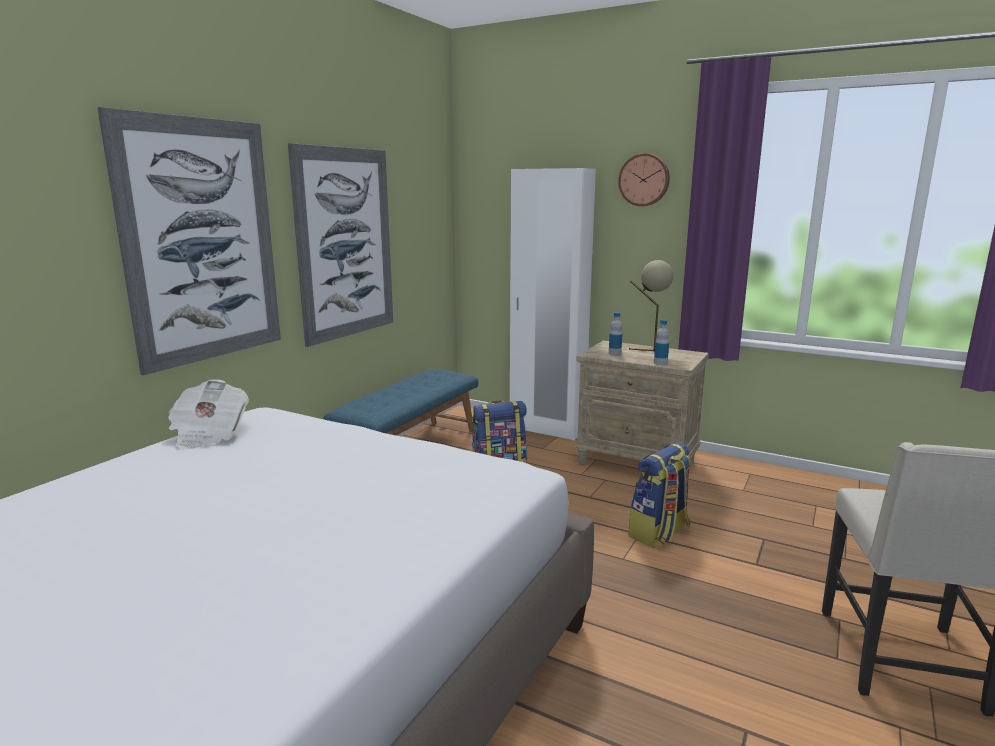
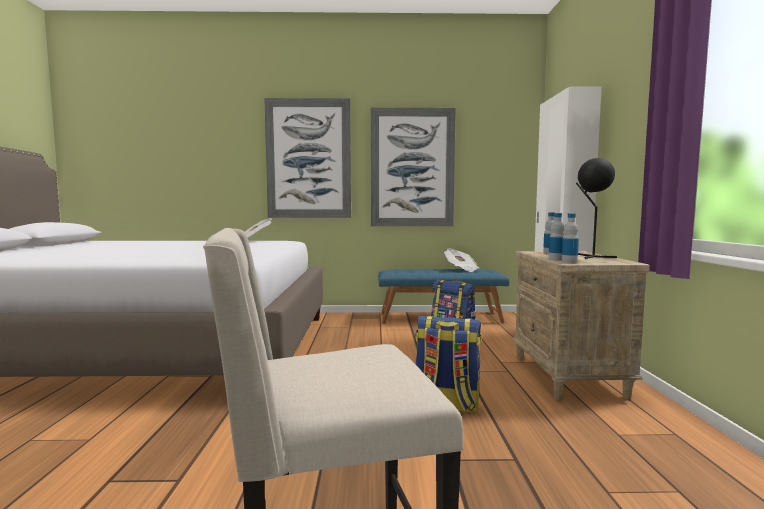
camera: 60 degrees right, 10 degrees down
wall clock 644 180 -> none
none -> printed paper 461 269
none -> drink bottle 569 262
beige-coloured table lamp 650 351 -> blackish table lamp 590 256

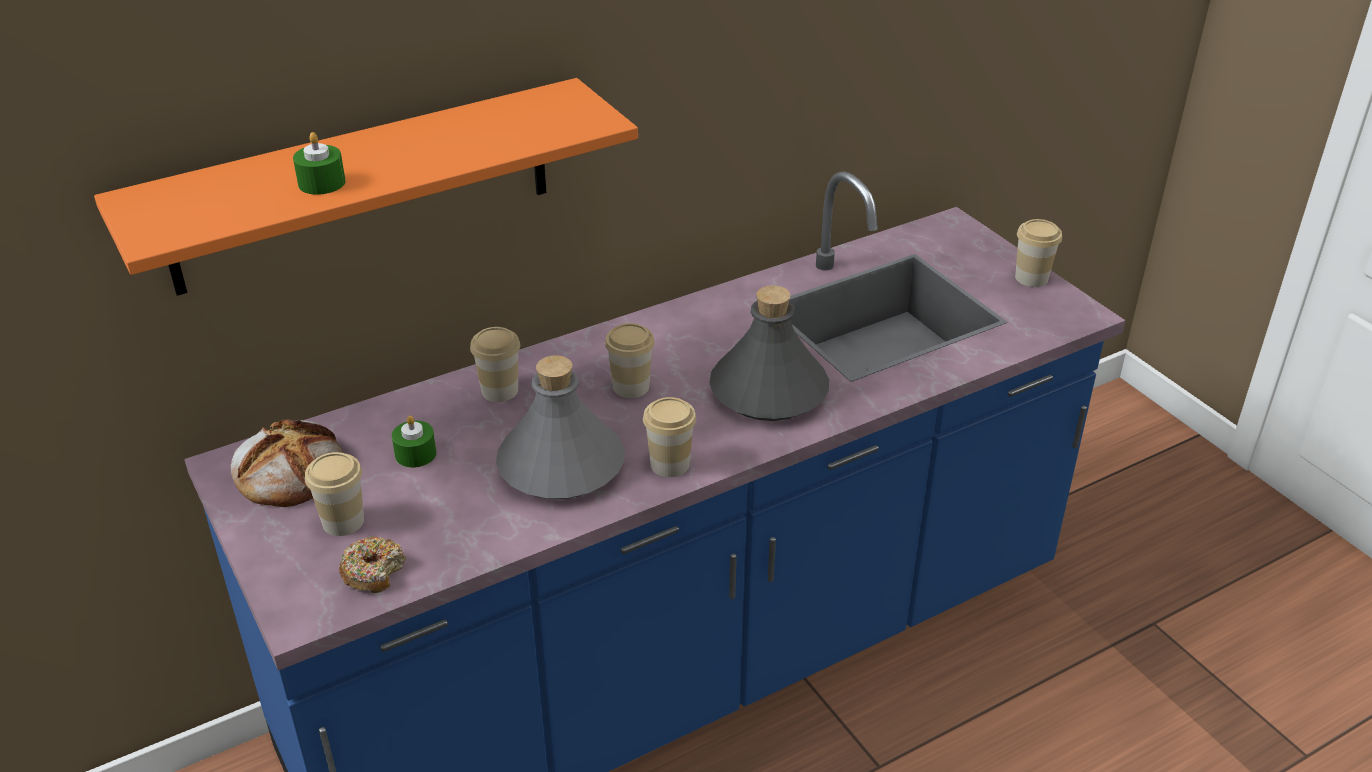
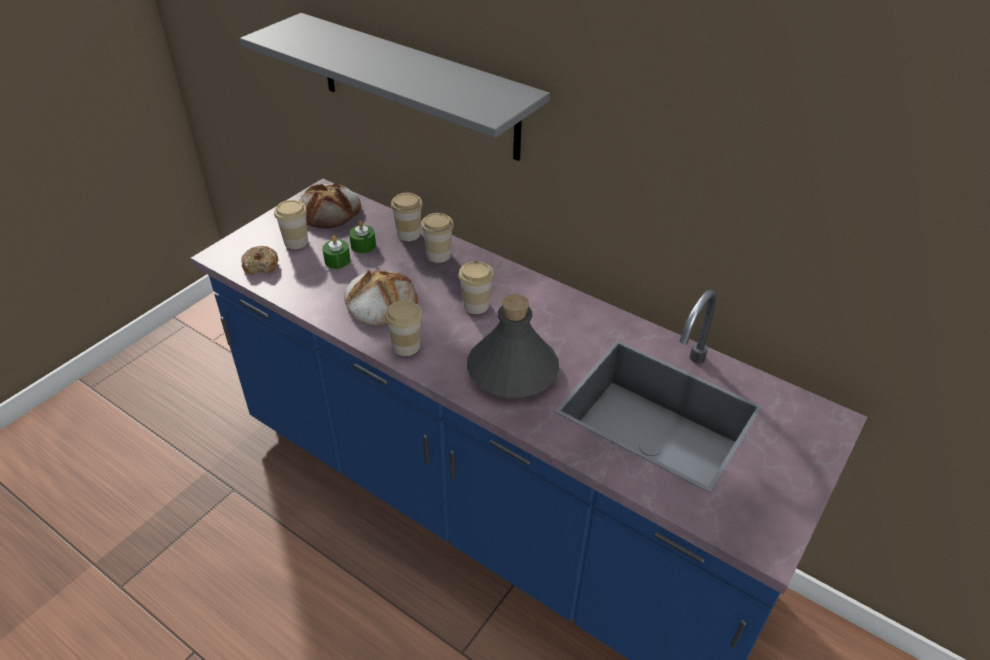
camera: 65 degrees right, 5 degrees up
greenish wax candle 322 183 -> greenish wax candle 337 260, move
cup 1031 278 -> cup 408 234, move
gray drink bottle 561 466 -> baked bread 380 302
orange shelf 362 187 -> gray shelf 417 86

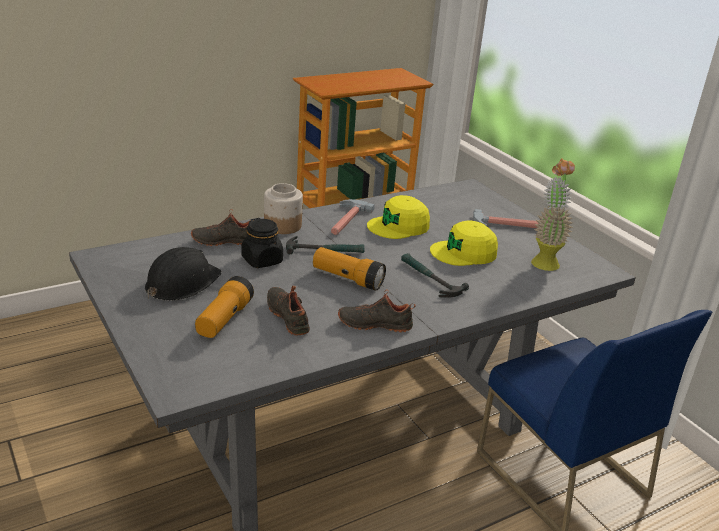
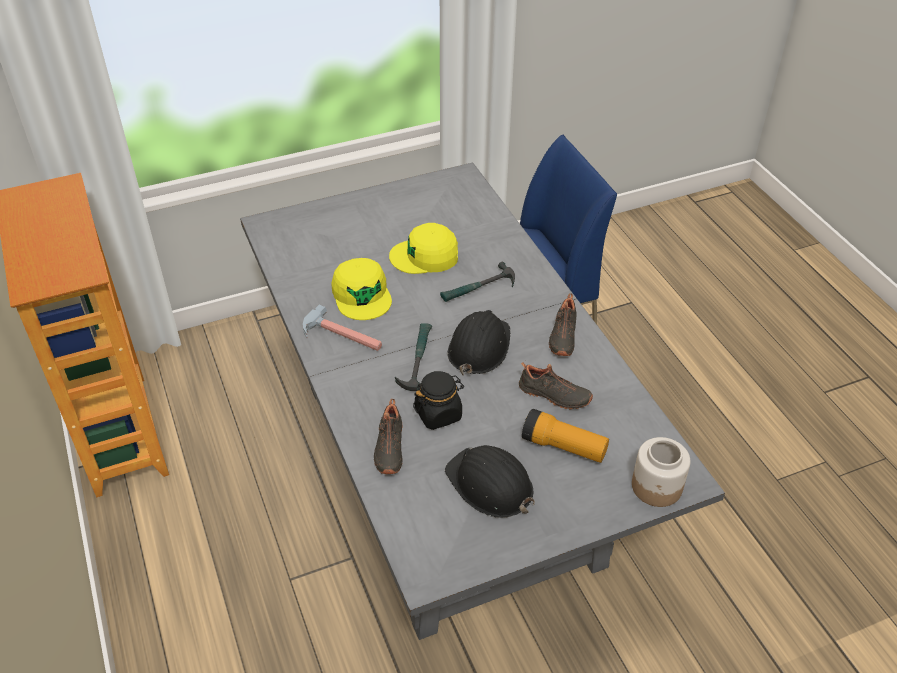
camera: 80 degrees left, 15 degrees up
tool hammer 508 226 -> none
houseplant 544 260 -> none
jar 282 226 -> jar 657 487, move
hand torch 347 279 -> blackish safety helmet 479 347
blackish low shoe 289 316 -> blackish low shoe 554 396, 135 degrees counterclockwise
yellowish cap 464 253 -> yellowish cap 425 256, 90 degrees clockwise

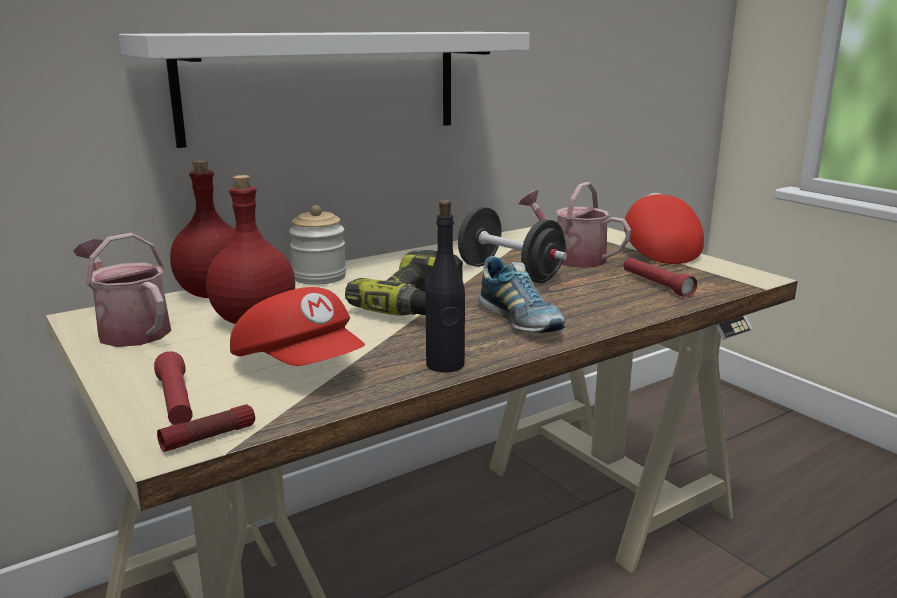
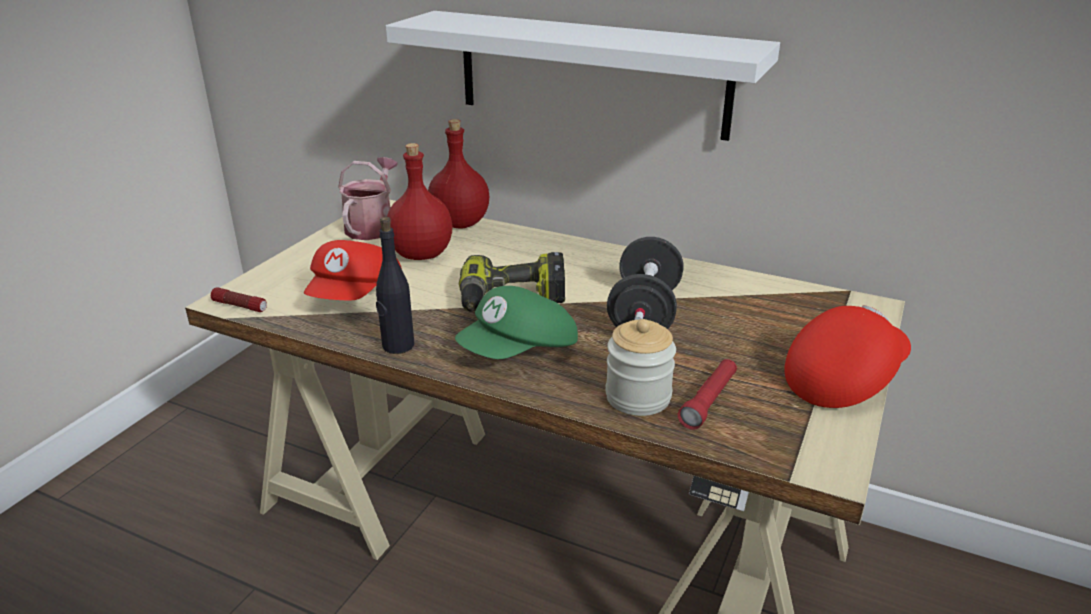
camera: 60 degrees right, 10 degrees up
red-coloured hand torch 176 402 -> none
sprinkling can 571 258 -> none
jar 319 277 -> jar 638 397, move
low shoe 520 321 -> greenish cap 520 351

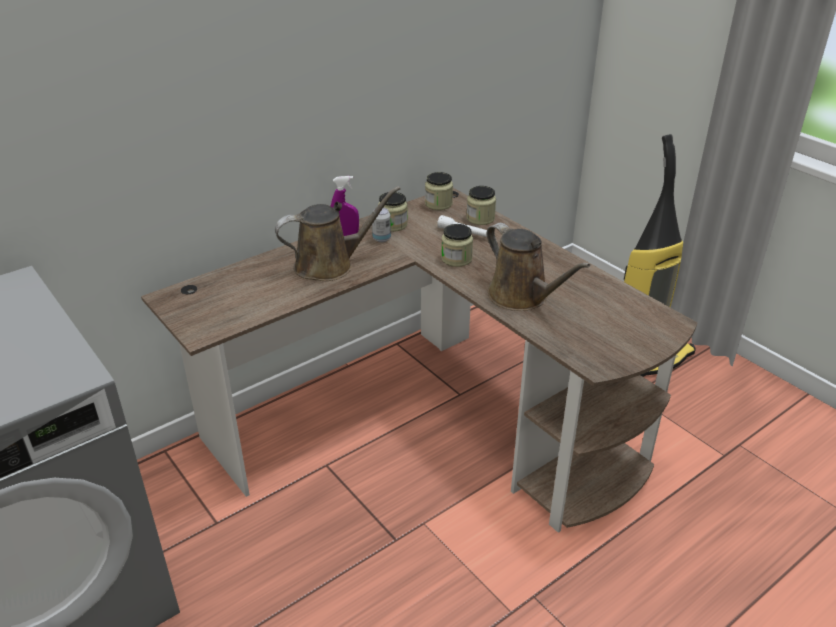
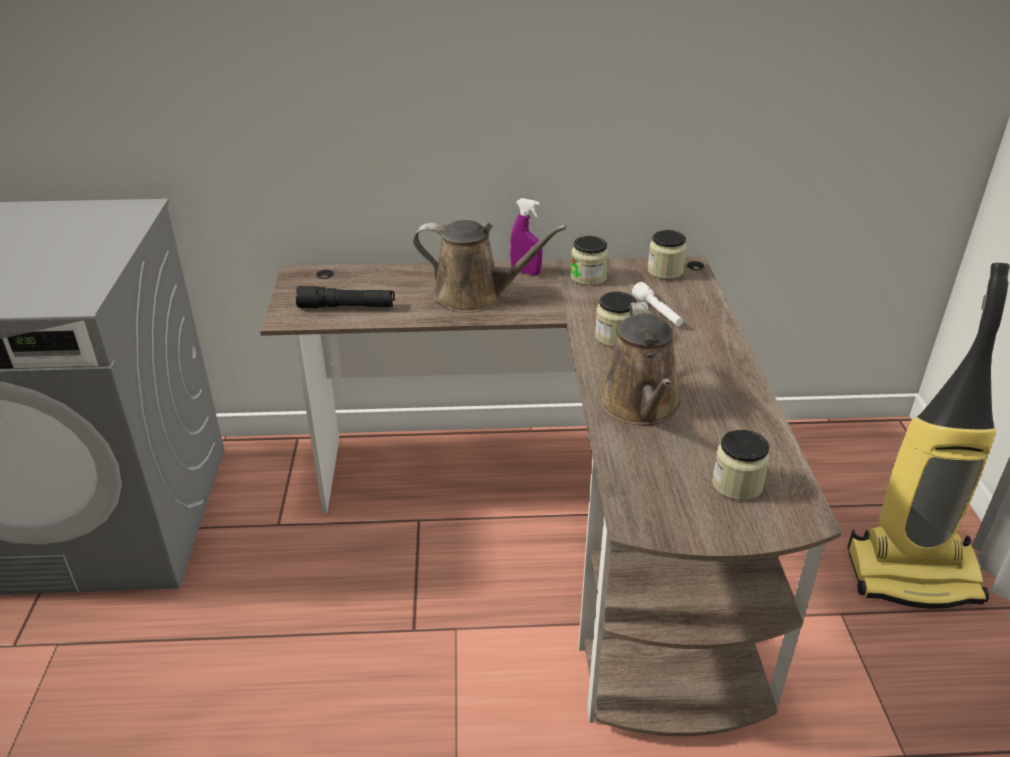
camera: 35 degrees right, 0 degrees up
sealed can 381 239 -> none
none -> blackish hand torch 346 307
jar 480 218 -> jar 737 484, move

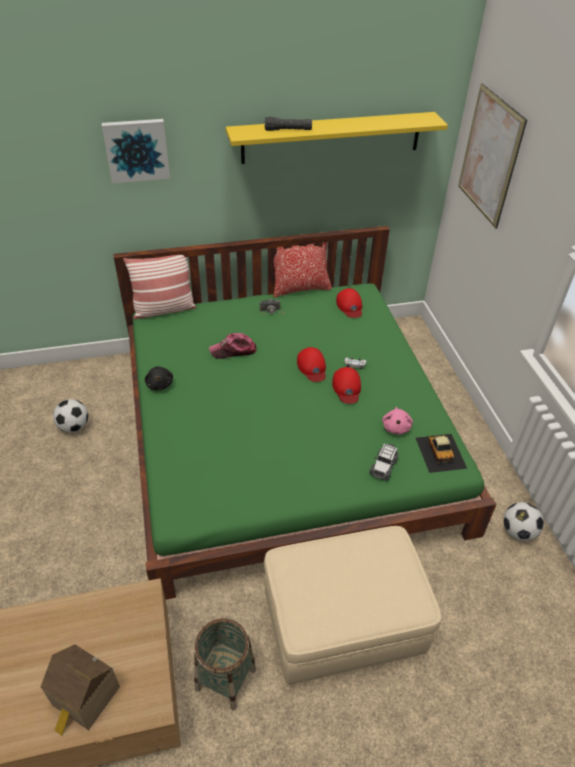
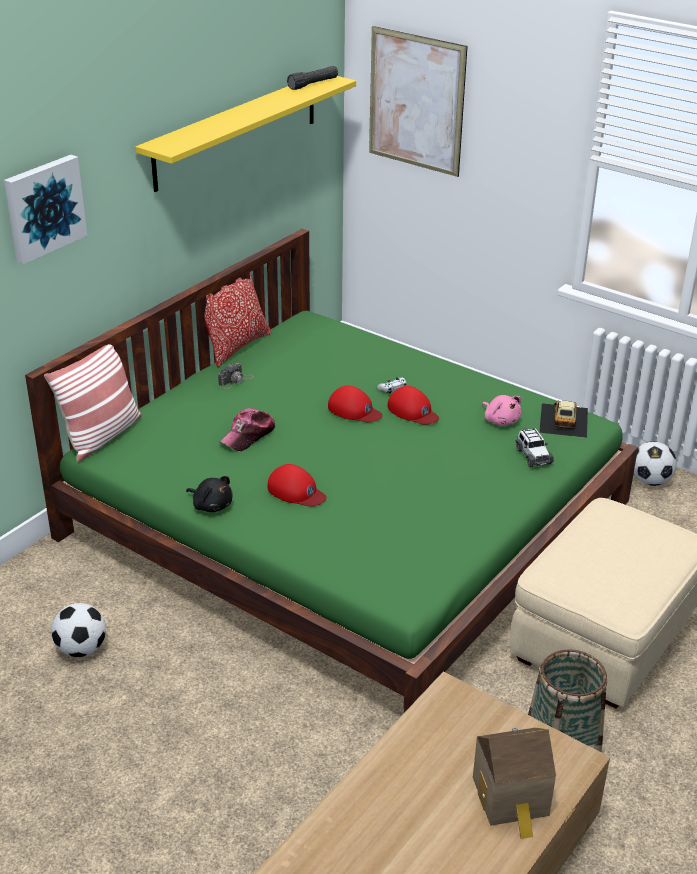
camera: 40 degrees left, 10 degrees down
blackish hand torch 288 130 -> blackish hand torch 313 84, move
red-coloured cap 350 306 -> red-coloured cap 296 491, move
miniature car 440 452 -> miniature car 563 420, 120 degrees counterclockwise

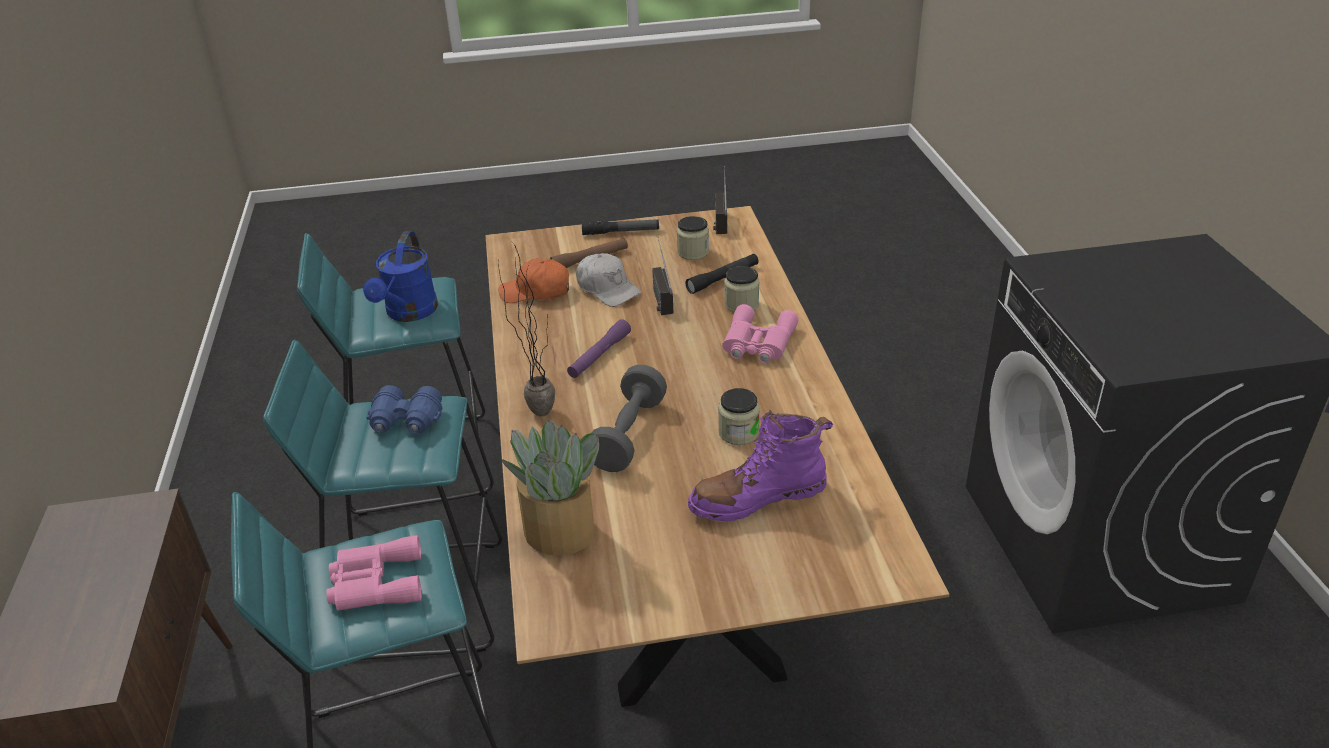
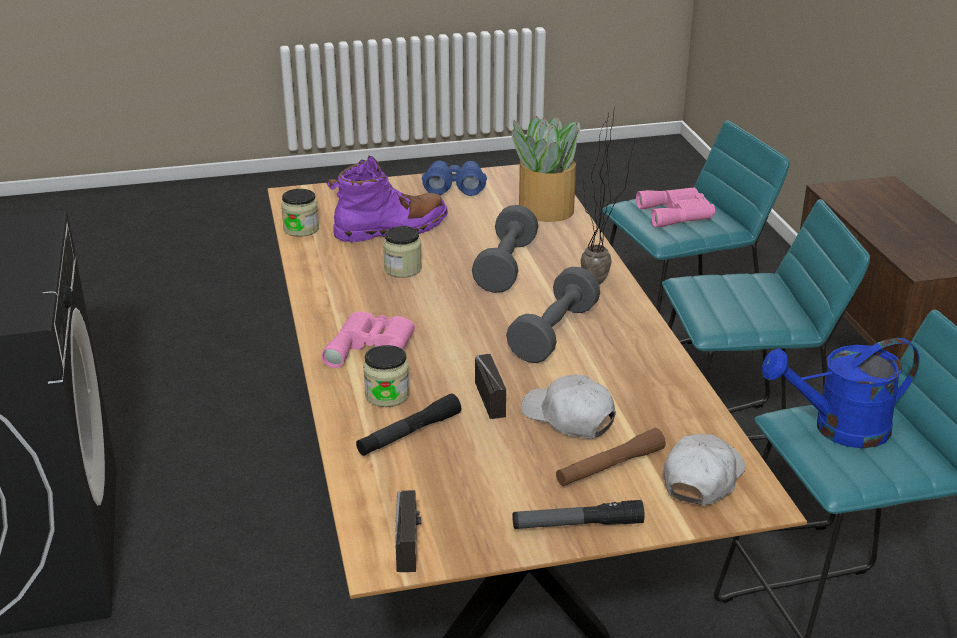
camera: 175 degrees right, 5 degrees down
orange cap 536 292 -> none
none -> white-coloured cap 702 478
blue pair of binoculars 406 422 -> blue pair of binoculars 454 187, move
jar 693 252 -> jar 301 229, move
purple hand torch 599 355 -> gray hand weight 553 333
blue sprinkling can 408 313 -> blue sprinkling can 838 429, 105 degrees counterclockwise

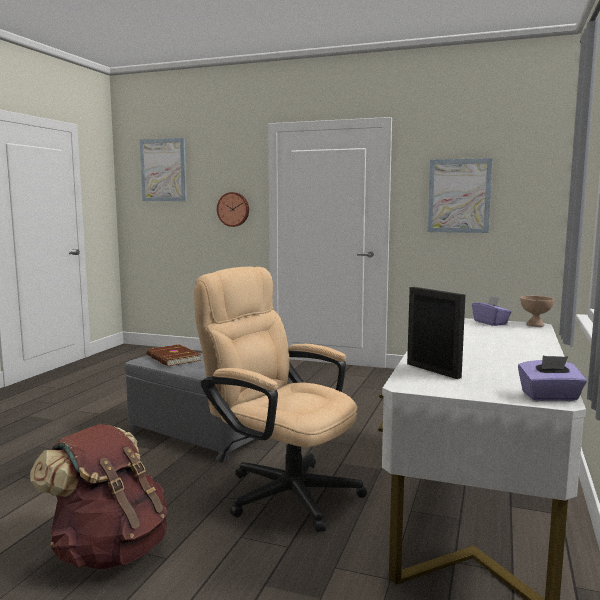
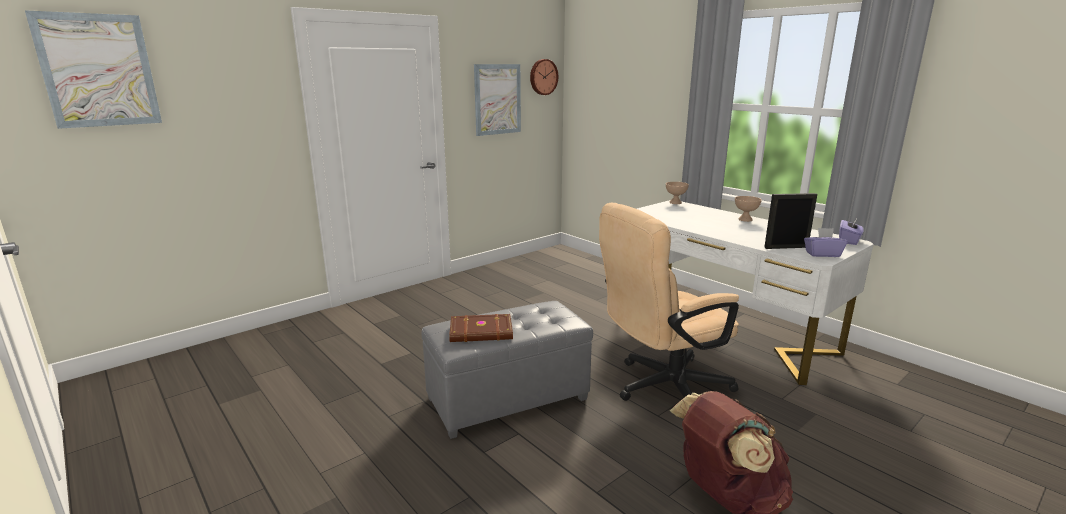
camera: 60 degrees left, 10 degrees up
none -> beige-coloured bowl 745 220
wall clock 233 209 -> wall clock 543 77, move
purple tissue box 490 323 -> purple tissue box 822 254, move

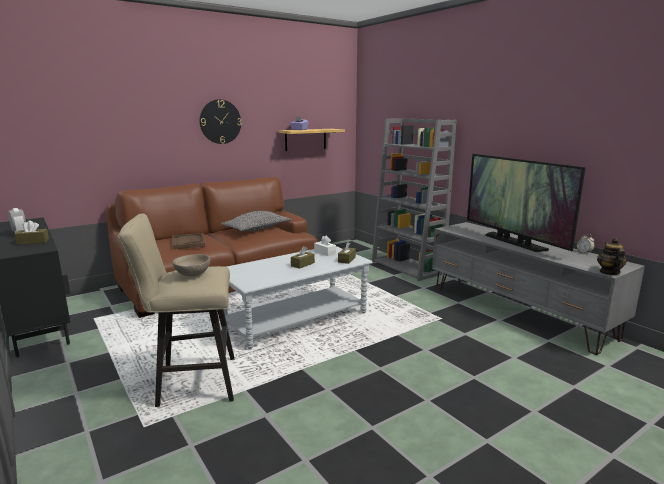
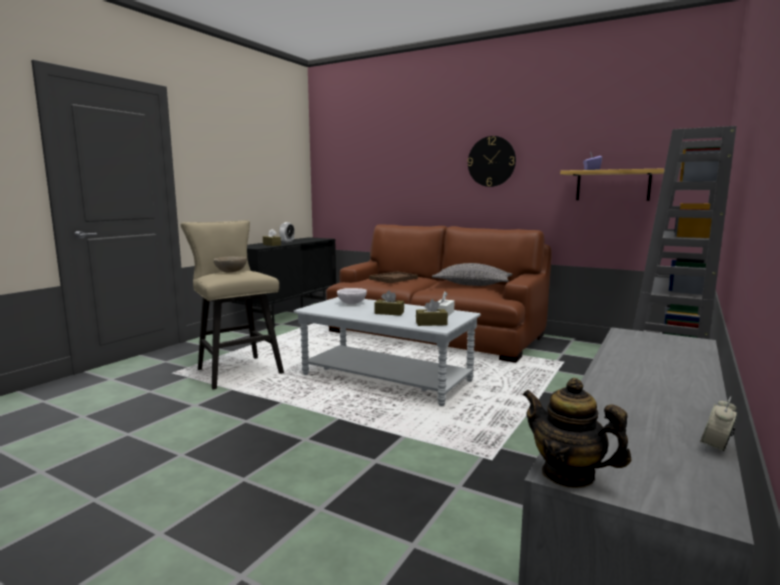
camera: 65 degrees right, 5 degrees down
television 513 242 -> none
none -> white-coloured bowl 352 303
tea pot 609 272 -> tea pot 568 474, 120 degrees counterclockwise

